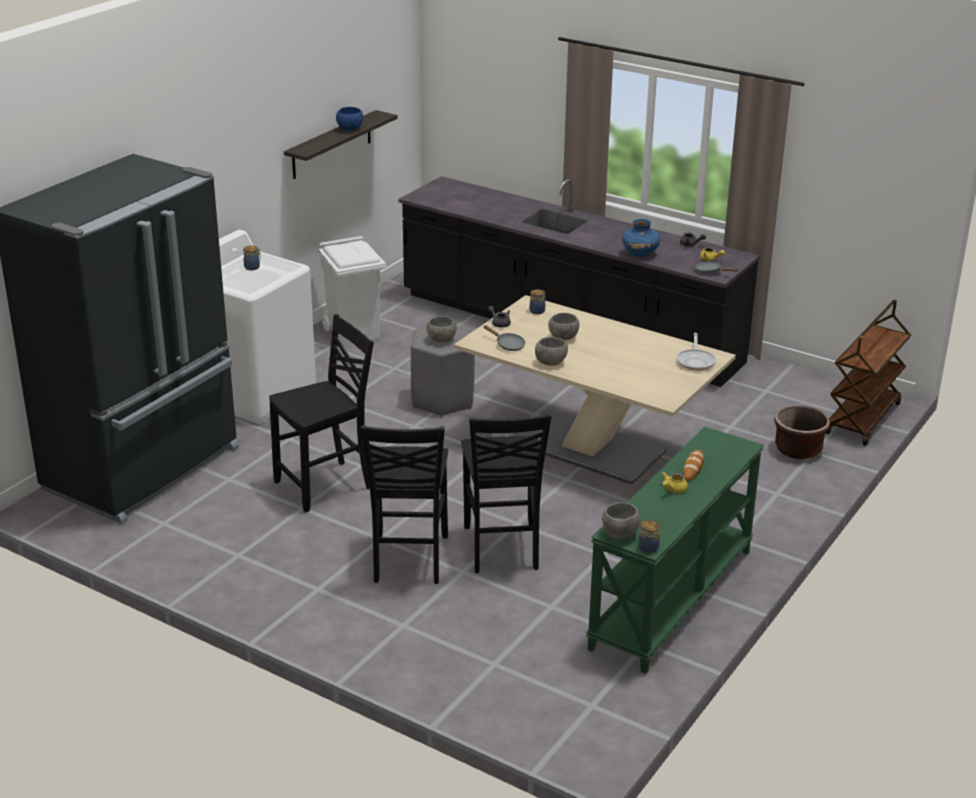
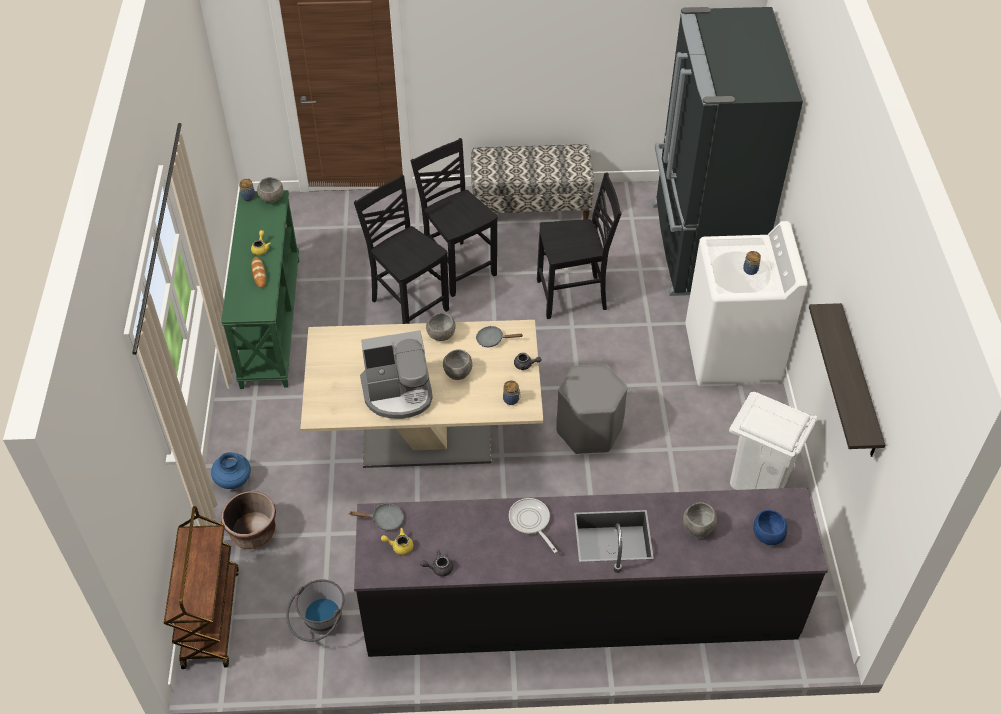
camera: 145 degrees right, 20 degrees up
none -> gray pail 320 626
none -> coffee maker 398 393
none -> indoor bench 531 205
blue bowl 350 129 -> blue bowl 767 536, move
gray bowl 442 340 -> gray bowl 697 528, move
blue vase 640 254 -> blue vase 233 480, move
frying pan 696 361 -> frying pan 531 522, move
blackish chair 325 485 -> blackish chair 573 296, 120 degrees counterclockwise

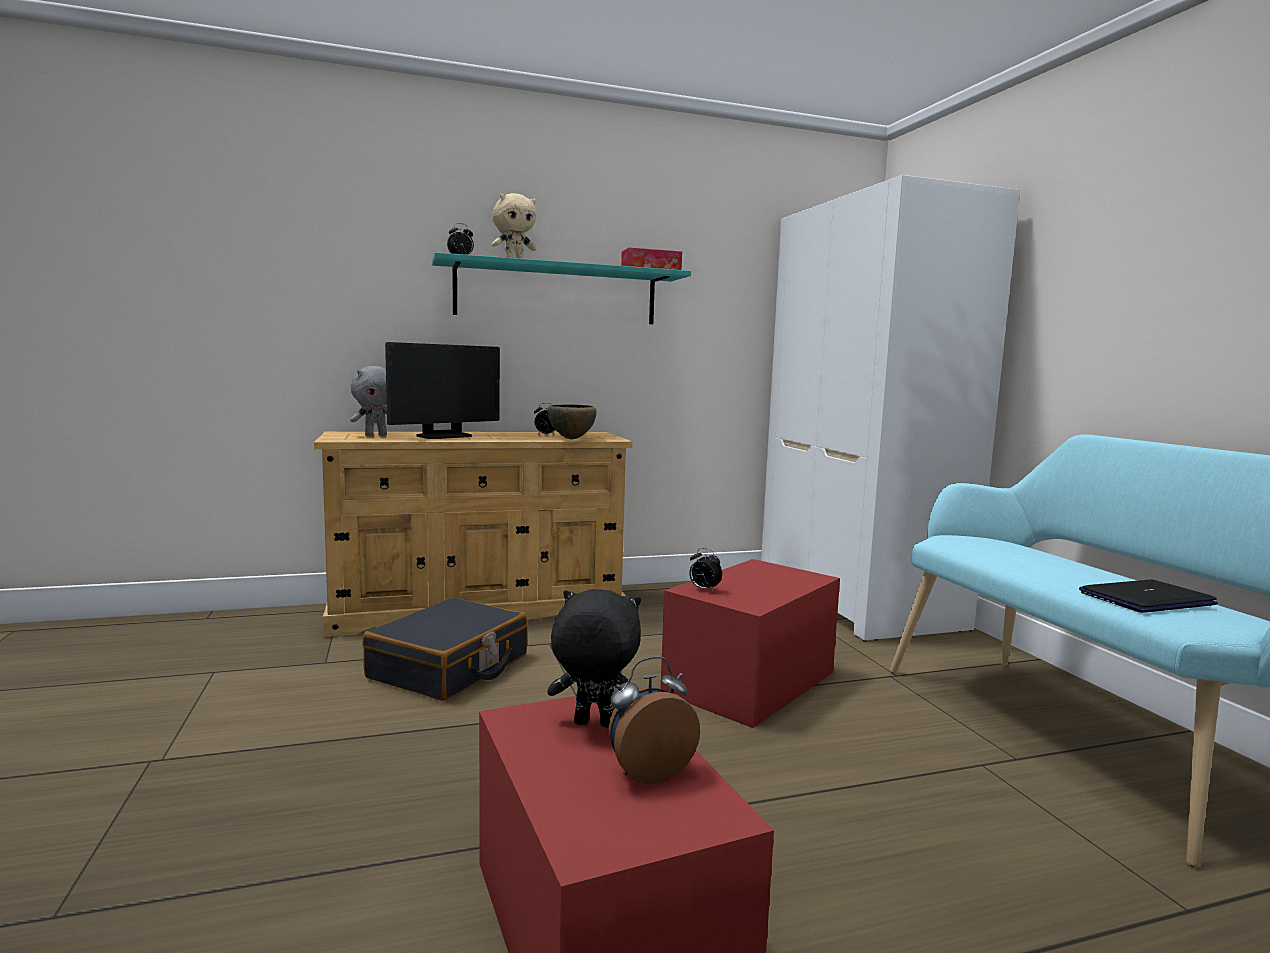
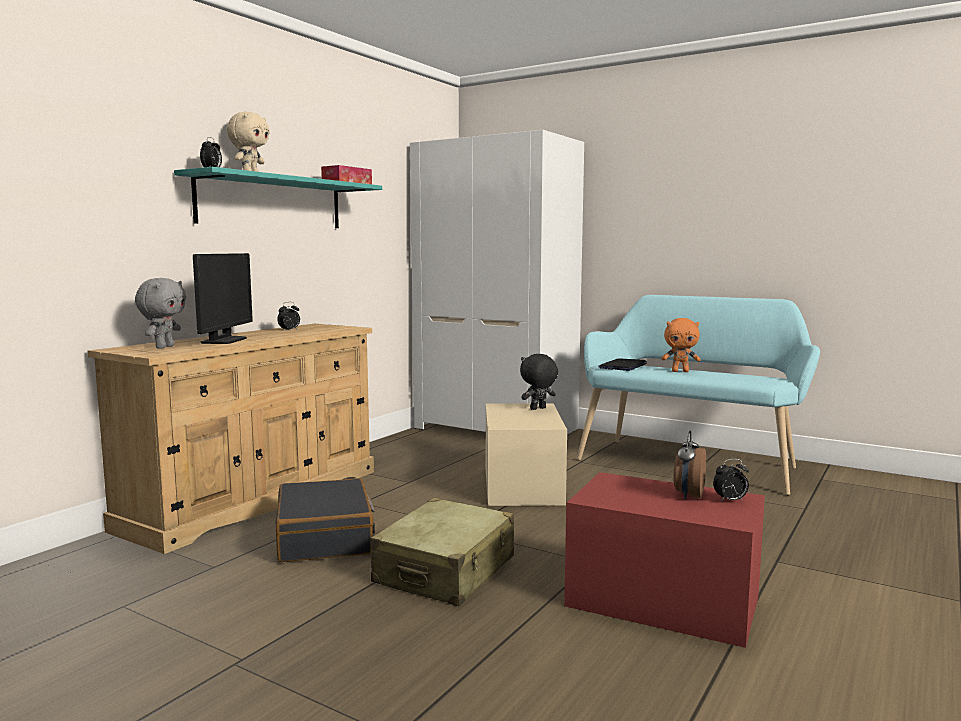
camera: 40 degrees left, 0 degrees up
brown bowl 572 439 -> none
none -> beige-coloured piece of luggage 445 571
none -> orange cuddly toy 680 371
blackish cuddly toy 593 725 -> blackish cuddly toy 538 409, move
bedside clock 703 589 -> bedside clock 730 501, move
notebook computer 1146 599 -> notebook computer 623 366, move
red-coloured storage bin 750 682 -> beige-coloured storage bin 522 485

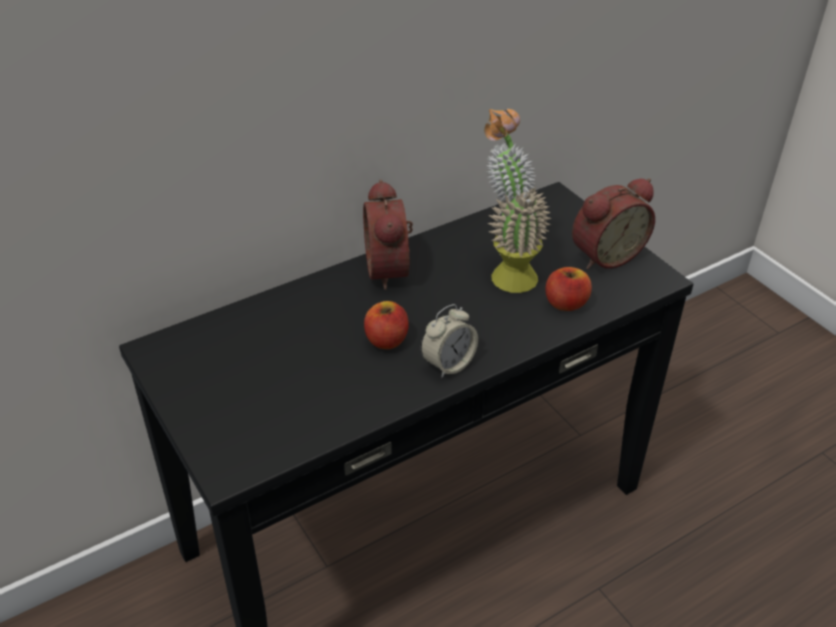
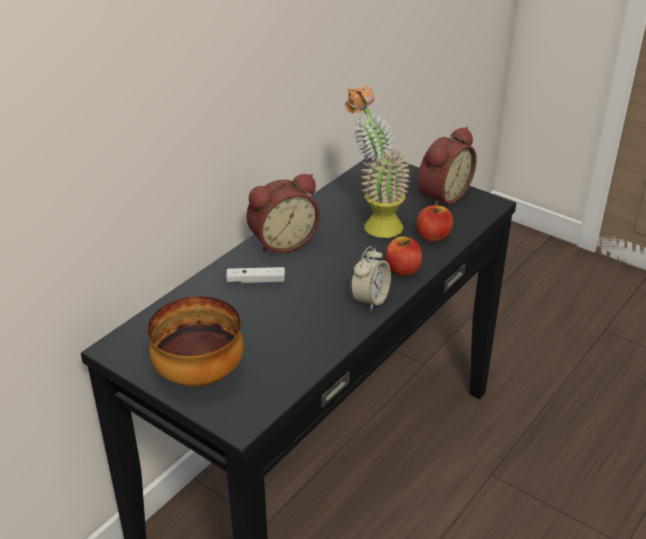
camera: 20 degrees left, 5 degrees down
none -> bowl 198 375
none -> white-coloured game controller 256 281
apple fruit 386 340 -> apple fruit 402 269, move
bedside clock 391 269 -> bedside clock 282 242, 90 degrees counterclockwise

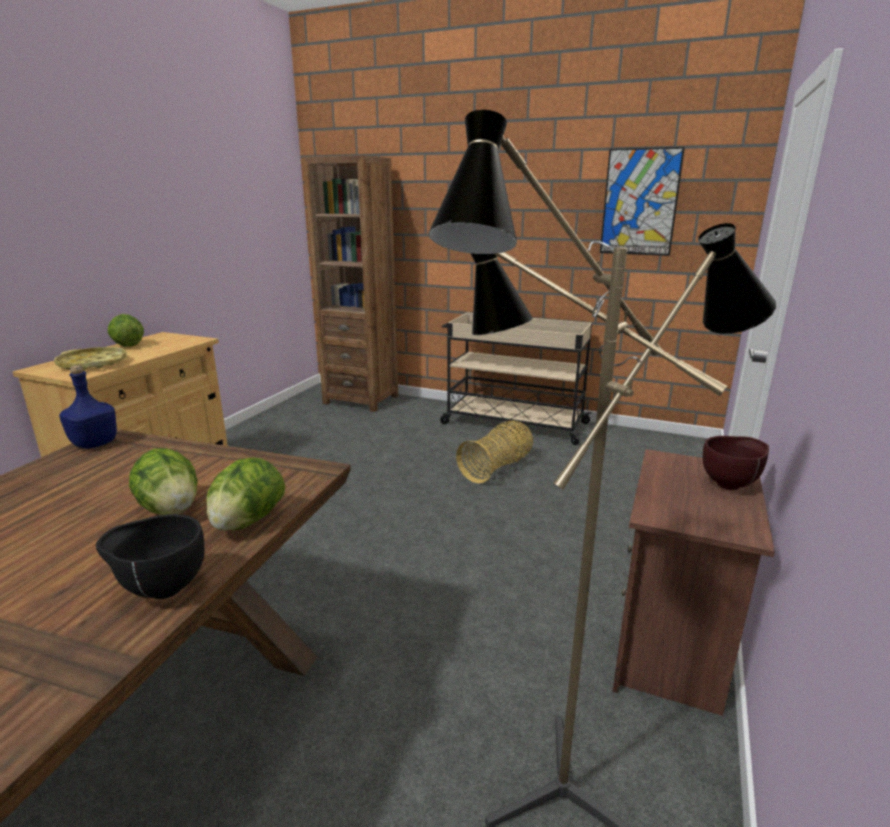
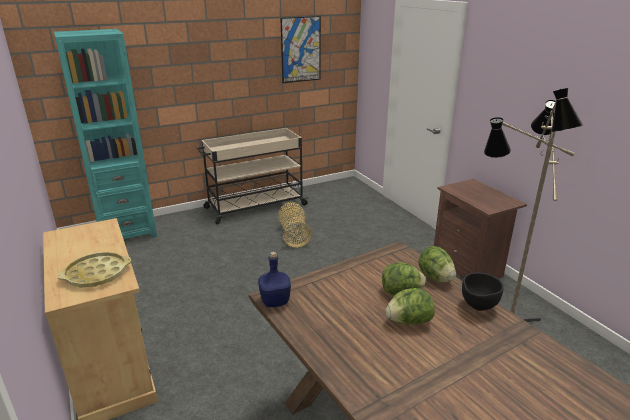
camera: 50 degrees left, 5 degrees up
brown bowl 730 485 -> none
head of lettuce 127 346 -> head of lettuce 408 321, move
brown shelving unit 361 399 -> blue-green shelving unit 127 233

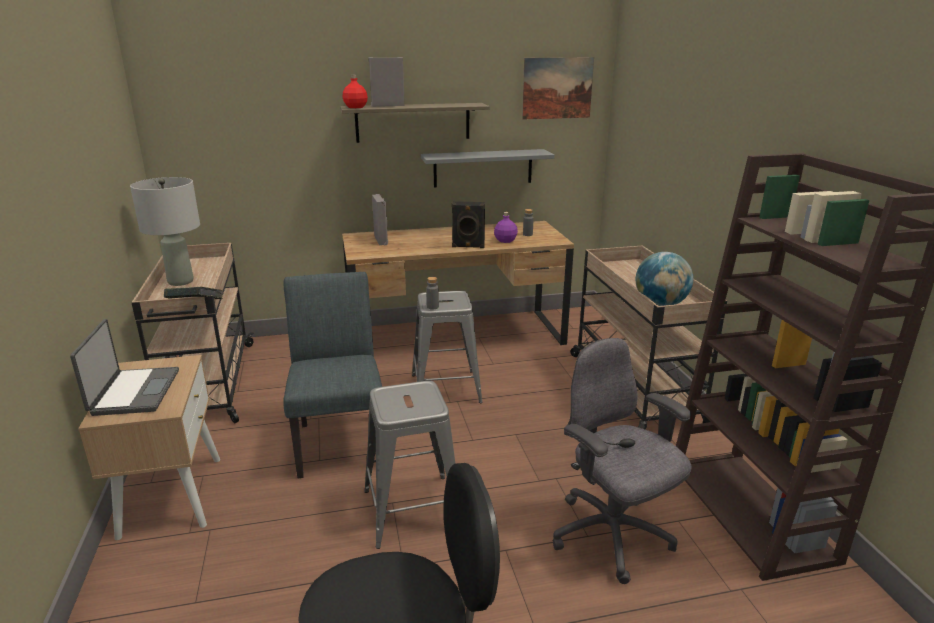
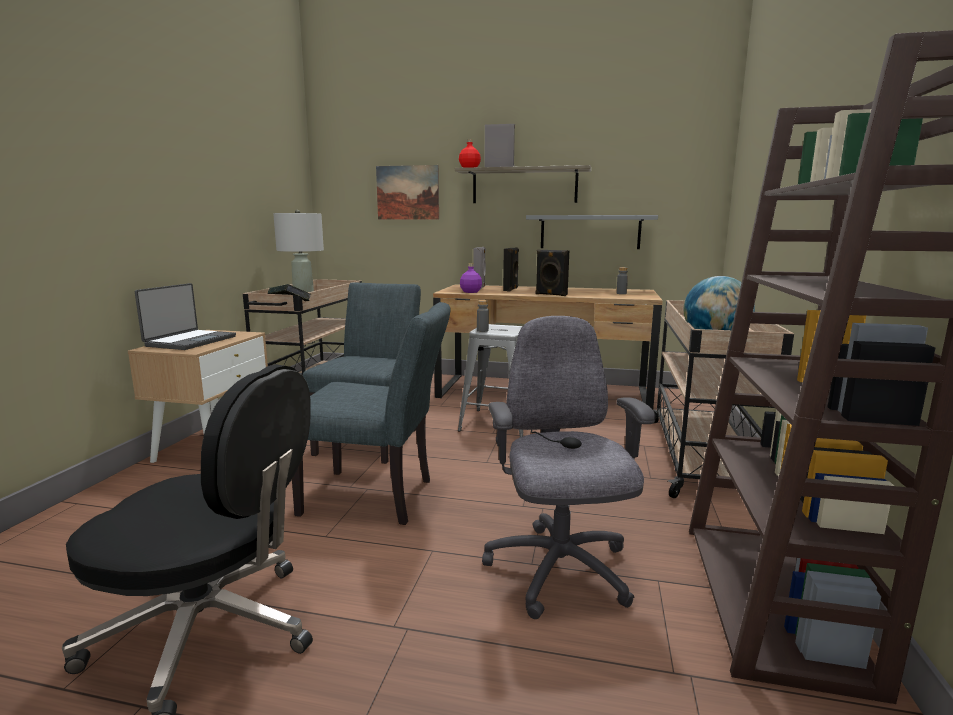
camera: 25 degrees right, 10 degrees down
none -> blackish audio speaker 511 289
purple drink bottle 505 241 -> purple drink bottle 471 292, move
wall picture 557 88 -> wall picture 407 192, move
gray stool 412 510 -> gray chair 378 498

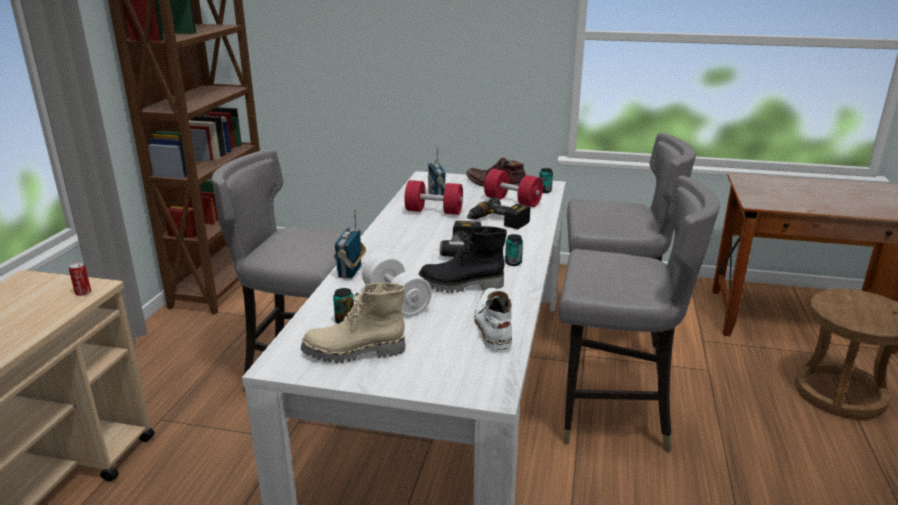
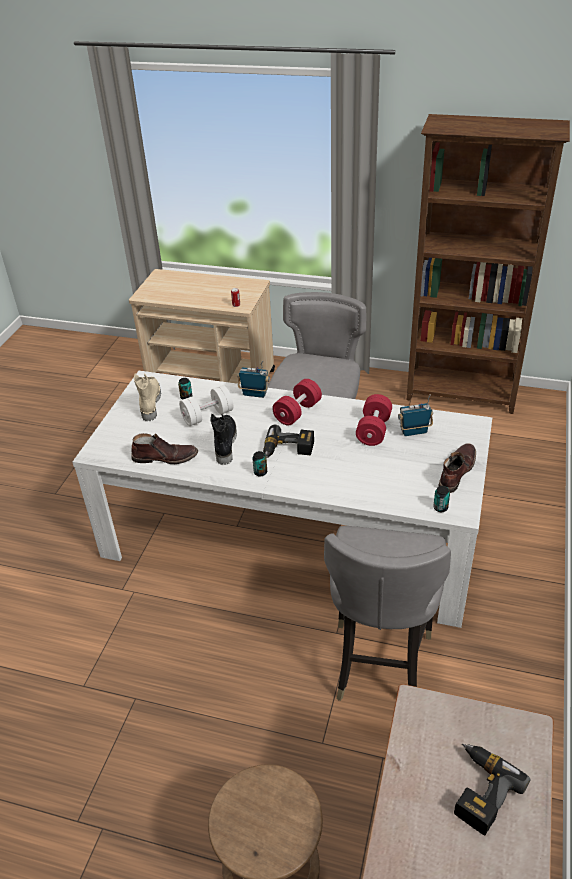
camera: 95 degrees right, 15 degrees up
gray chair 613 417 -> none
electric drill 497 222 -> electric drill 479 790, move
red-coloured hand weight 513 201 -> red-coloured hand weight 297 412, move
white-coloured boot 493 325 -> brown boot 165 457

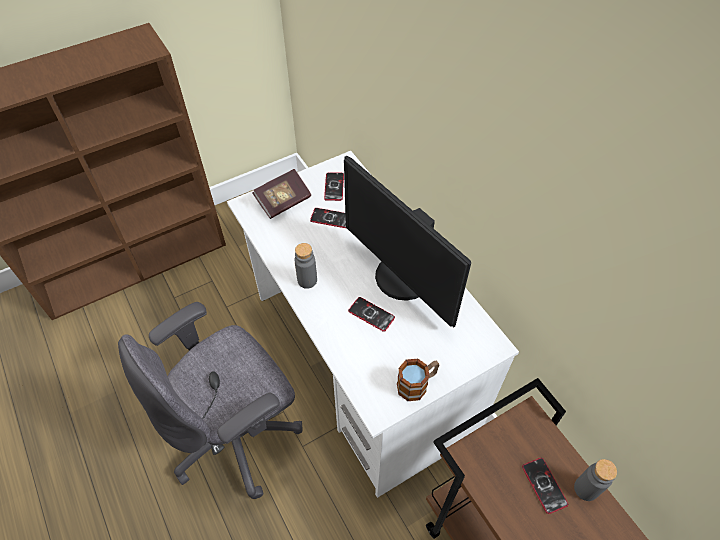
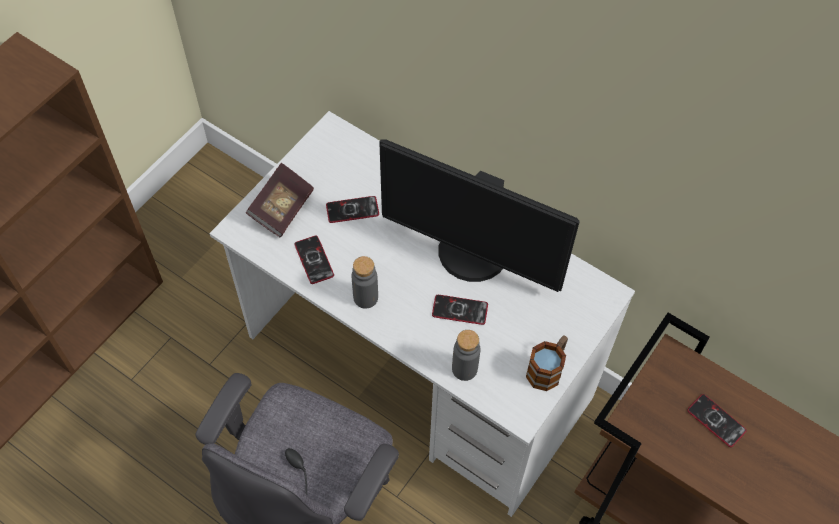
camera: 25 degrees left, 5 degrees up
handset 334 187 -> handset 314 260, move
gray drink bottle 586 489 -> gray drink bottle 464 369, move

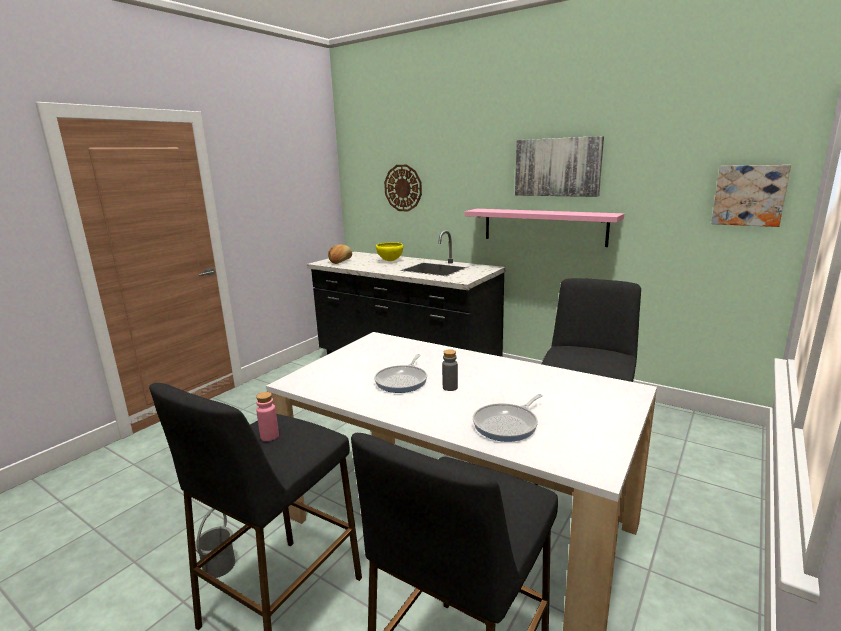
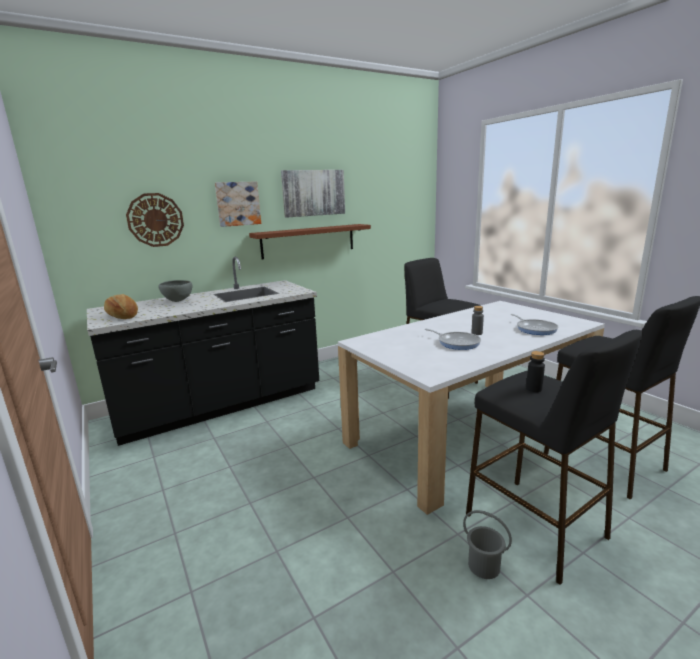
camera: 65 degrees left, 0 degrees up
wall picture 749 195 -> wall picture 238 203, move
pink drink bottle 269 436 -> blackish drink bottle 534 389
yellowish bowl 390 261 -> gray bowl 178 301
pink shelf 543 226 -> brown shelf 308 241

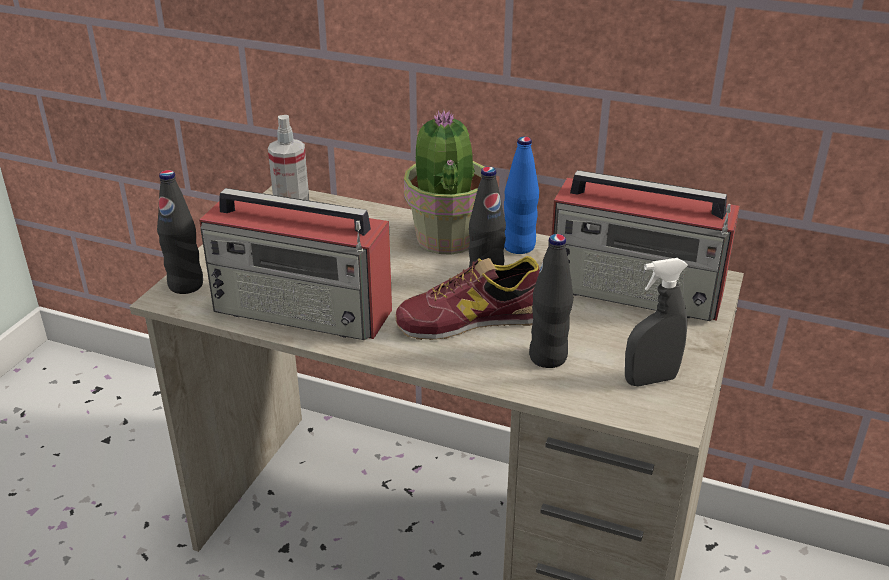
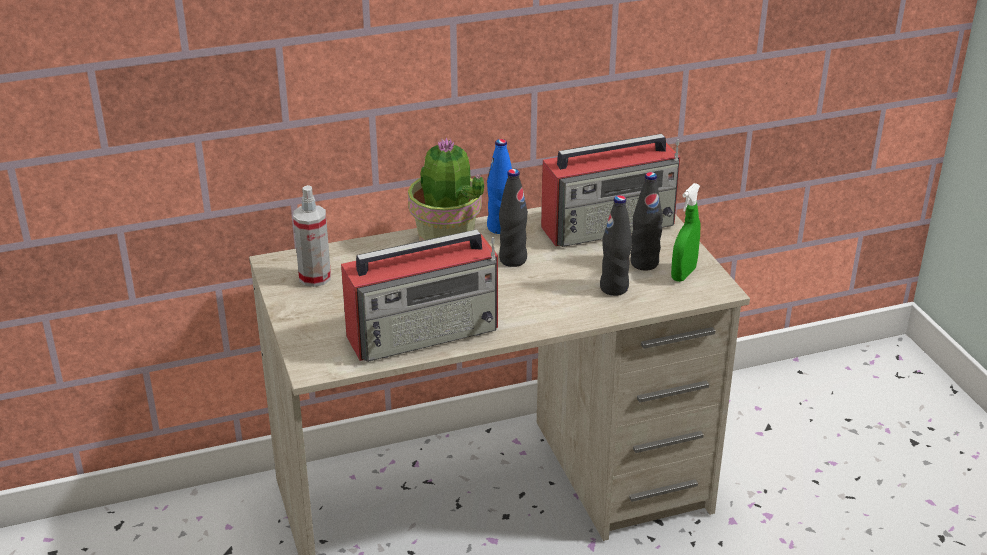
camera: 40 degrees left, 0 degrees up
low shoe 471 320 -> none
blackish drink bottle 186 285 -> blackish drink bottle 644 263, move
gray sprayer 650 380 -> greenish sprayer 683 274

